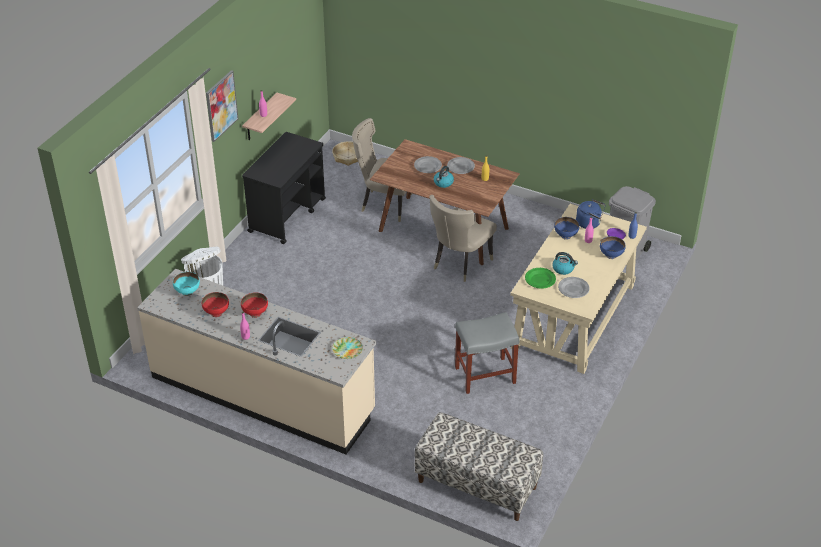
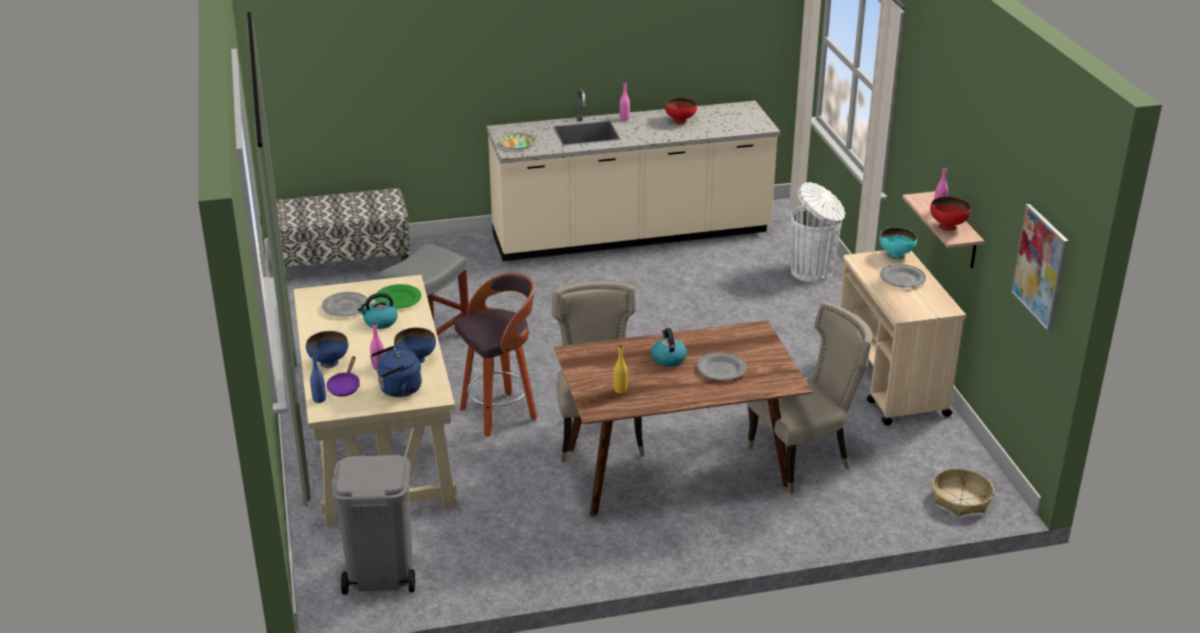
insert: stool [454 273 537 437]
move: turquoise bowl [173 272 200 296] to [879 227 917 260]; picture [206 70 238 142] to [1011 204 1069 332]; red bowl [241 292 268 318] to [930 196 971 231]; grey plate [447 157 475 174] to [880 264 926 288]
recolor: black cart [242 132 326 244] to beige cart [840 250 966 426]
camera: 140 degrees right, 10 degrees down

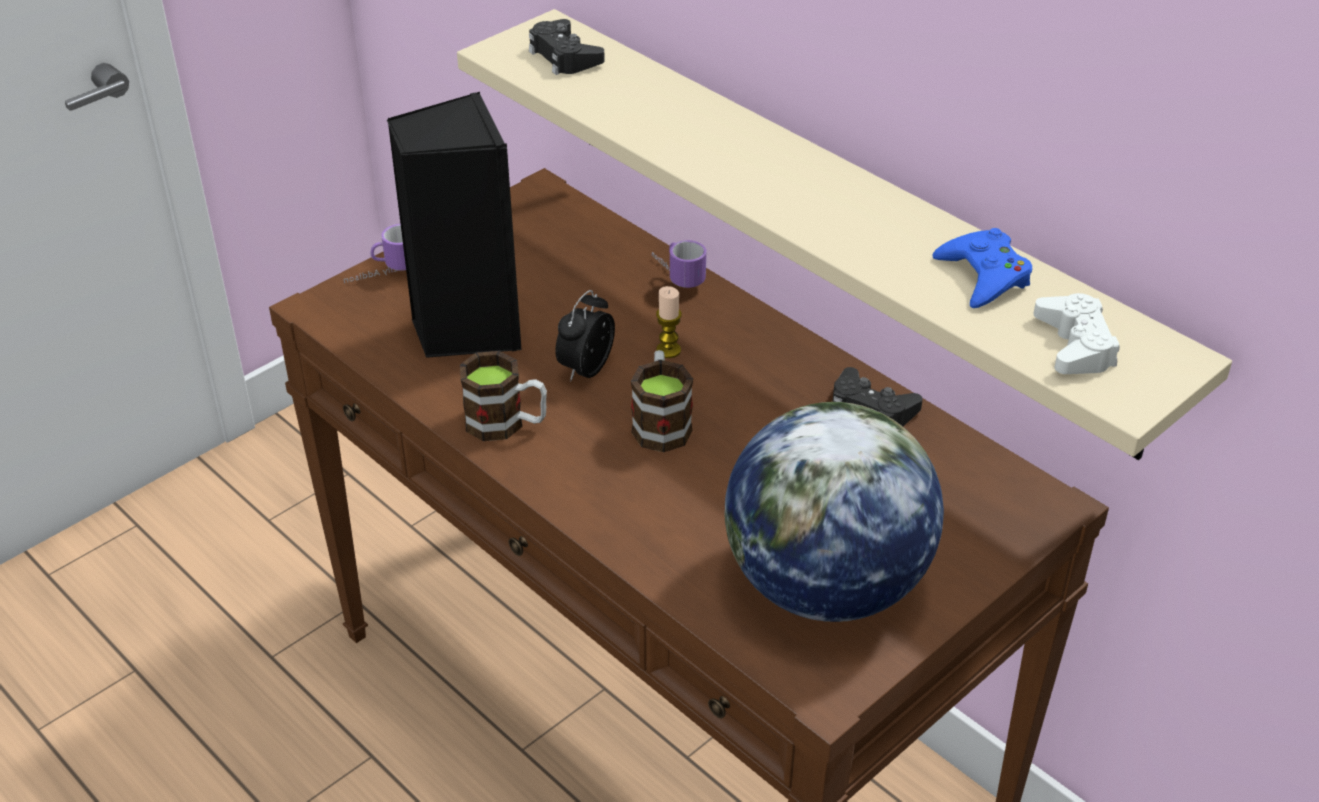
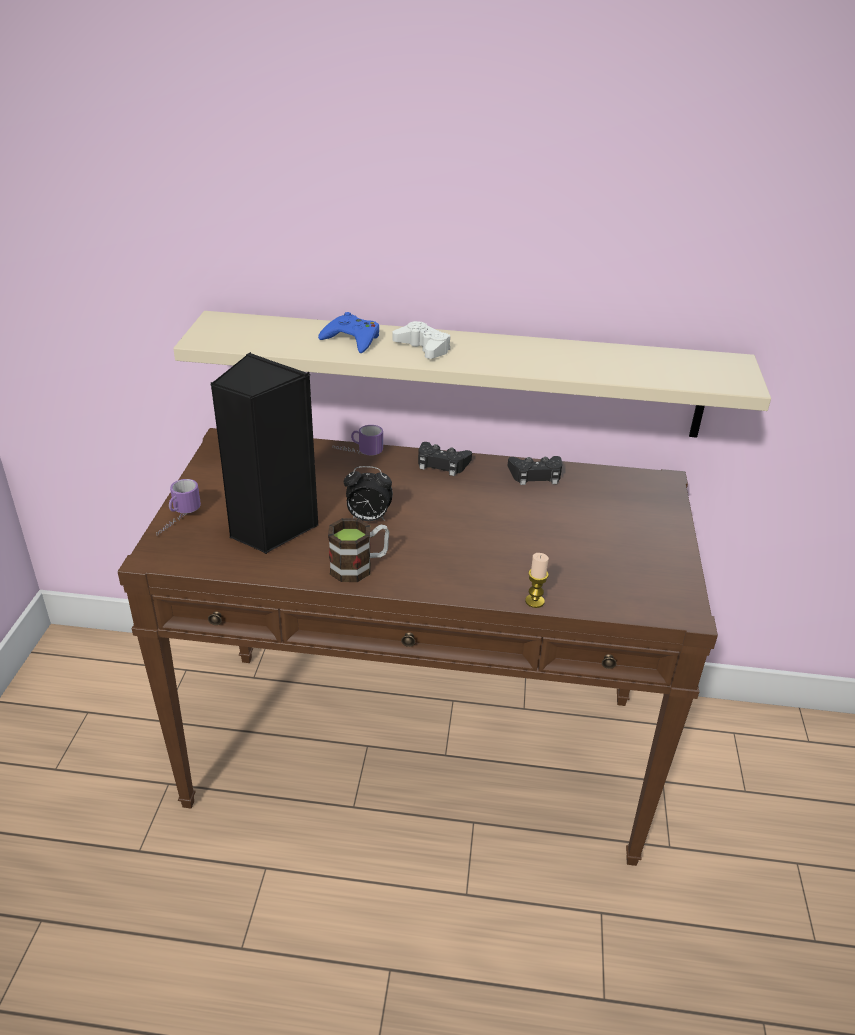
delete: mug [631 350 693 452]; globe [725 402 944 622]
move: black game controller [529 19 605 75] to [418 442 472 476]; candle [656 286 682 358] to [525 553 549 608]; blue game controller [933 228 1032 308] to [318 312 379 353]; white game controller [1033 293 1120 374] to [393 321 450 359]
rotate: alarm clock [555 290 615 382] = [344 466 393 521] 75 degrees counterclockwise
camera: 40 degrees left, 5 degrees down

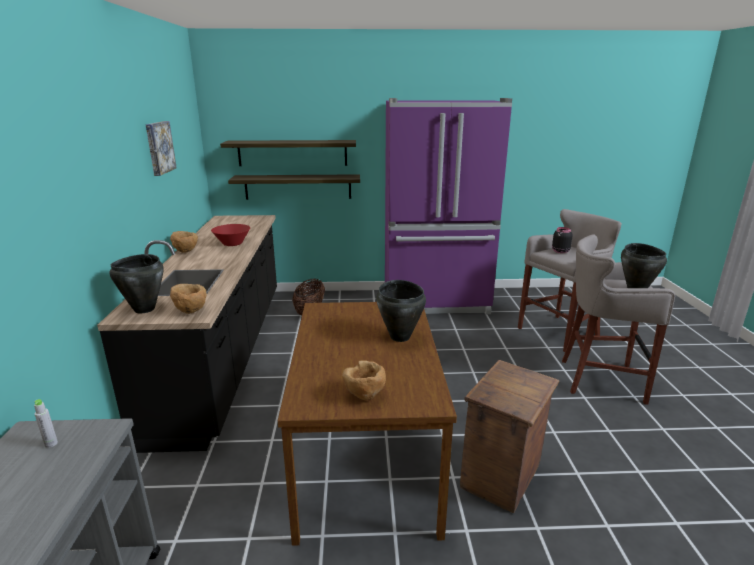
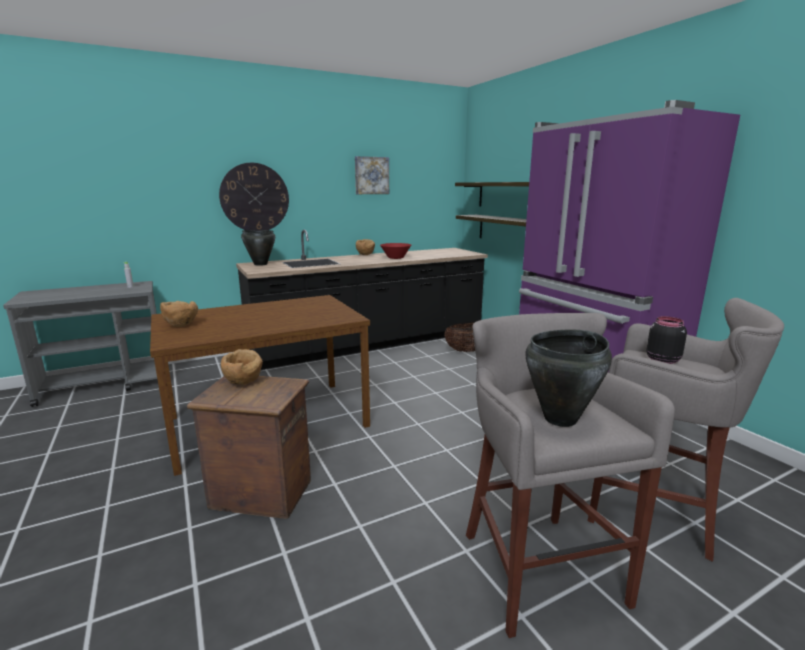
delete: black cooking pot [376 280 426 342]
insert: wall clock [219 163 289 230]
move: brown bowl [170 284 207 314] to [221 349 263 385]
camera: 65 degrees right, 5 degrees down

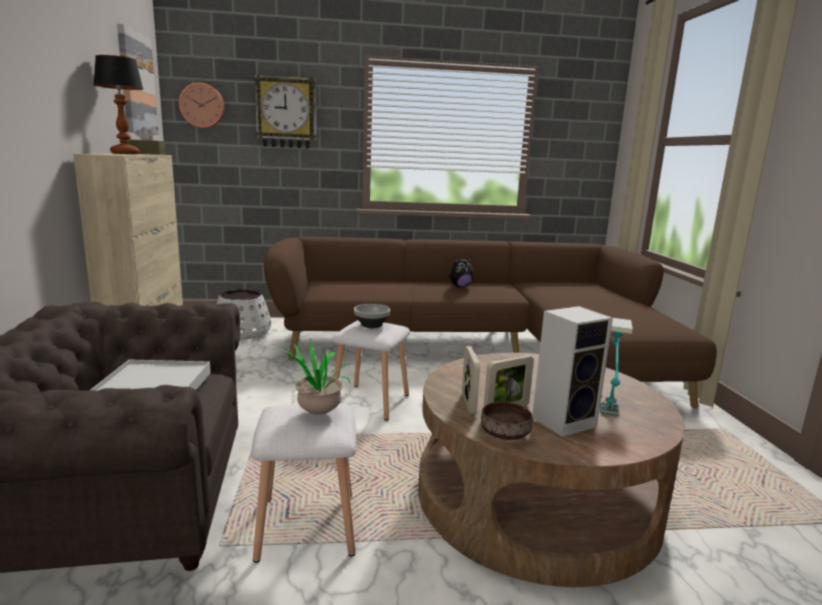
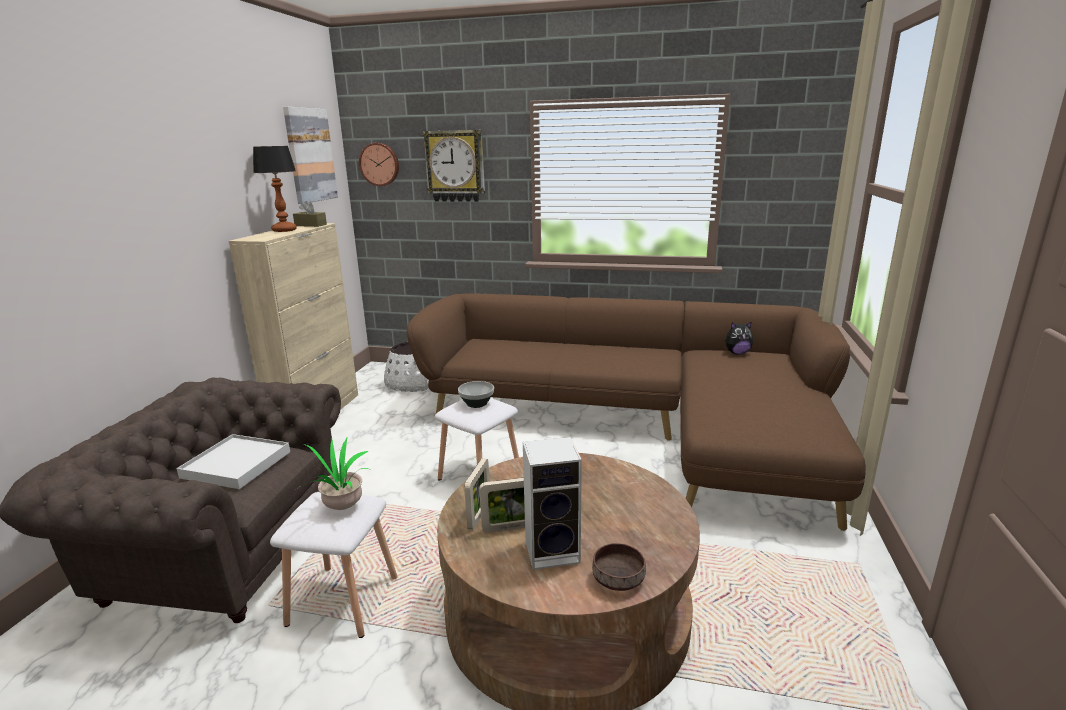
delete: table lamp [600 318 633 416]
move: plush toy [449 257 474 287] to [725 321 753 355]; brown bowl [481 402 533 440] to [592 543 646 591]
camera: 20 degrees right, 5 degrees up

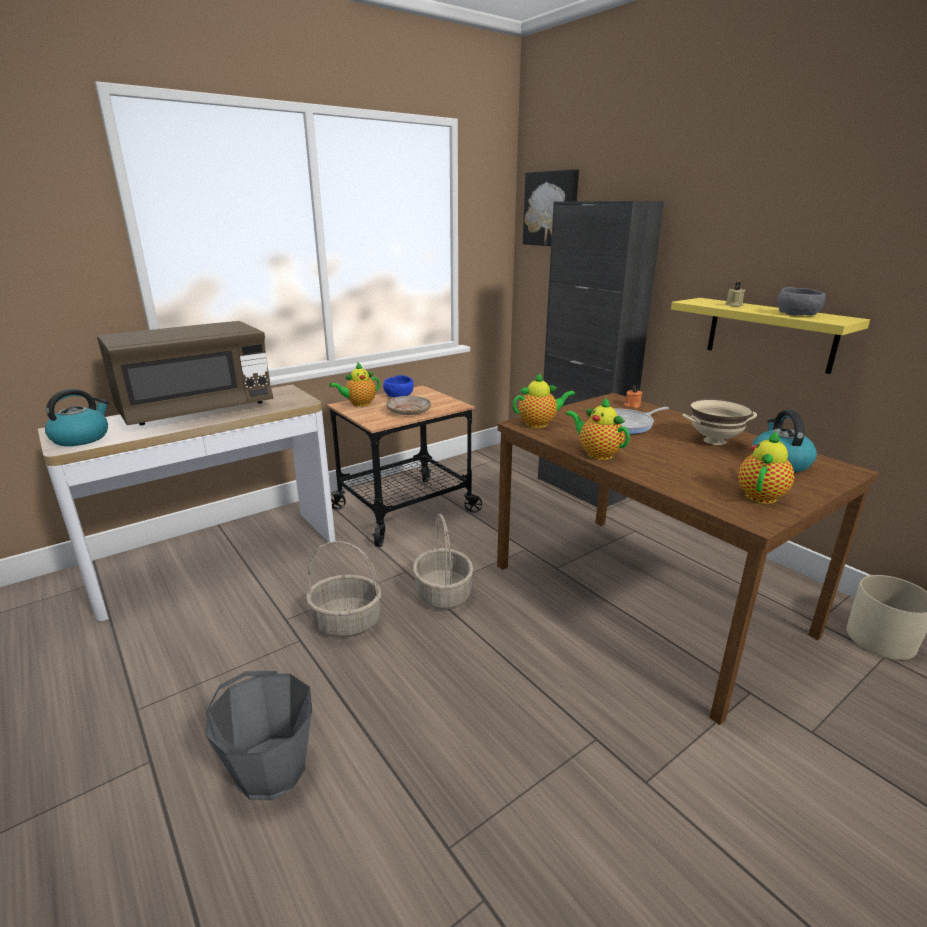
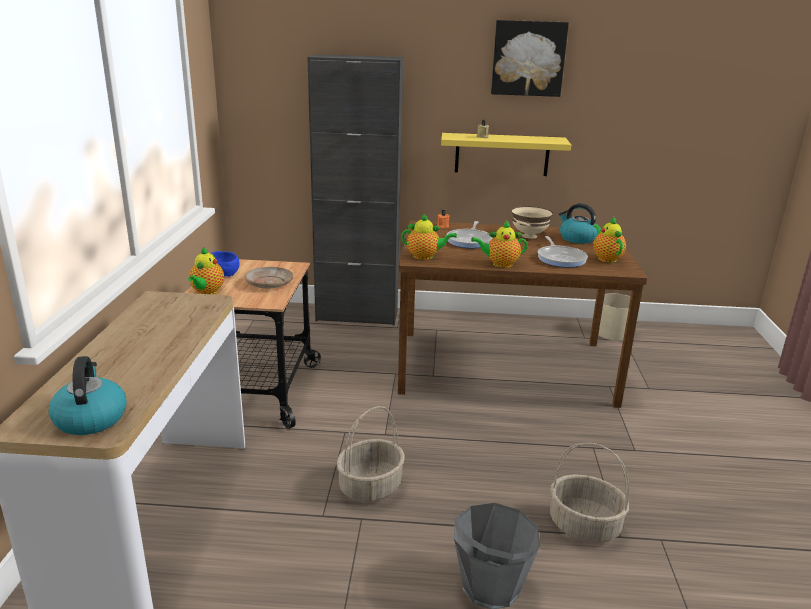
delete: brown microwave [97 321 273 426]; grey bowl [777 287 826 316]
insert: frying pan [538 236 588 268]
move: basket [413 514 473 610] to [550 443 629 543]; picture [523 169 579 246] to [491 20 569 97]
rotate: teapot [512 373 576 428] = [401 213 457 260] 75 degrees clockwise
camera: 50 degrees left, 0 degrees up

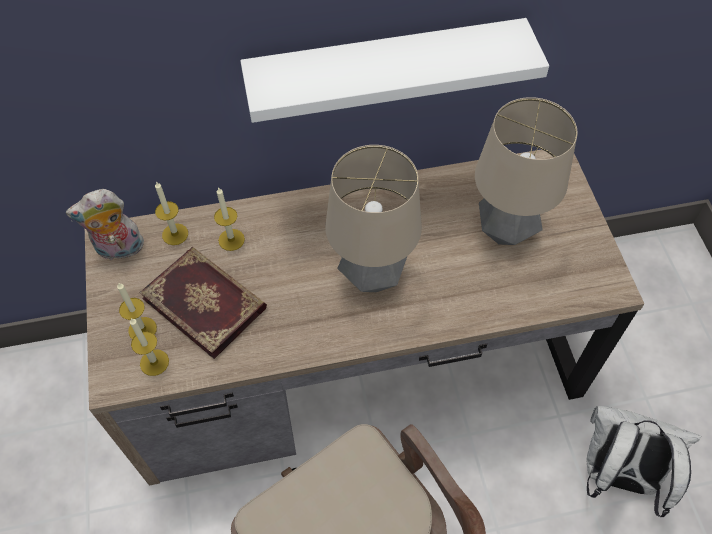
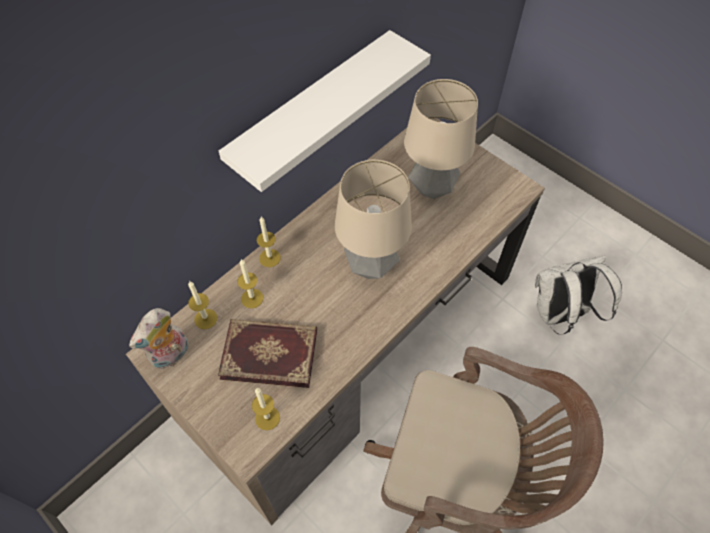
move: candle [117 282 157 339] to [256 217 281 267]
camera: 35 degrees left, 0 degrees up

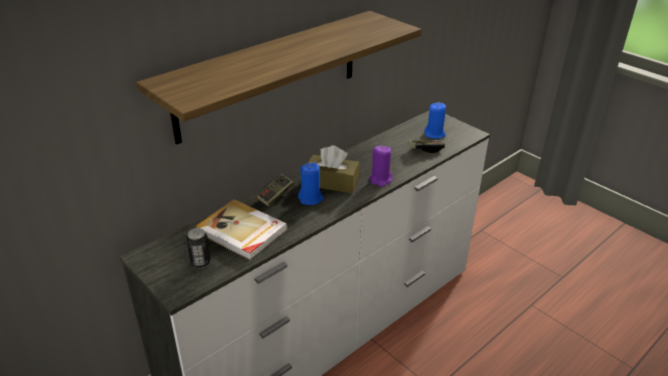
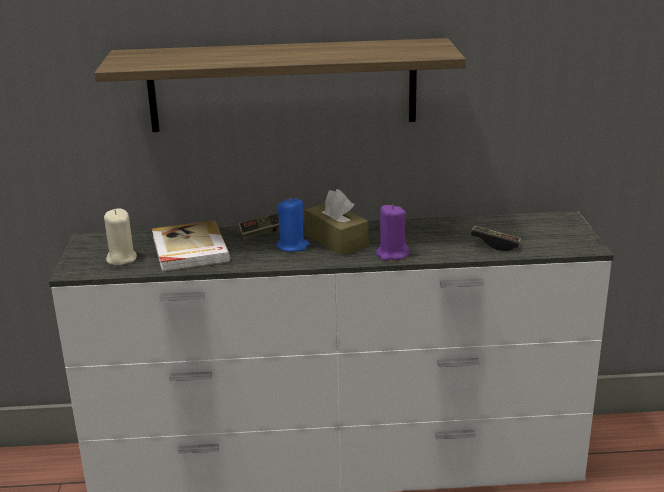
delete: blue candle [424 103 446 139]
replace: can [186 228 211 268] to beige candle [104 209 137 265]
camera: 40 degrees right, 10 degrees down

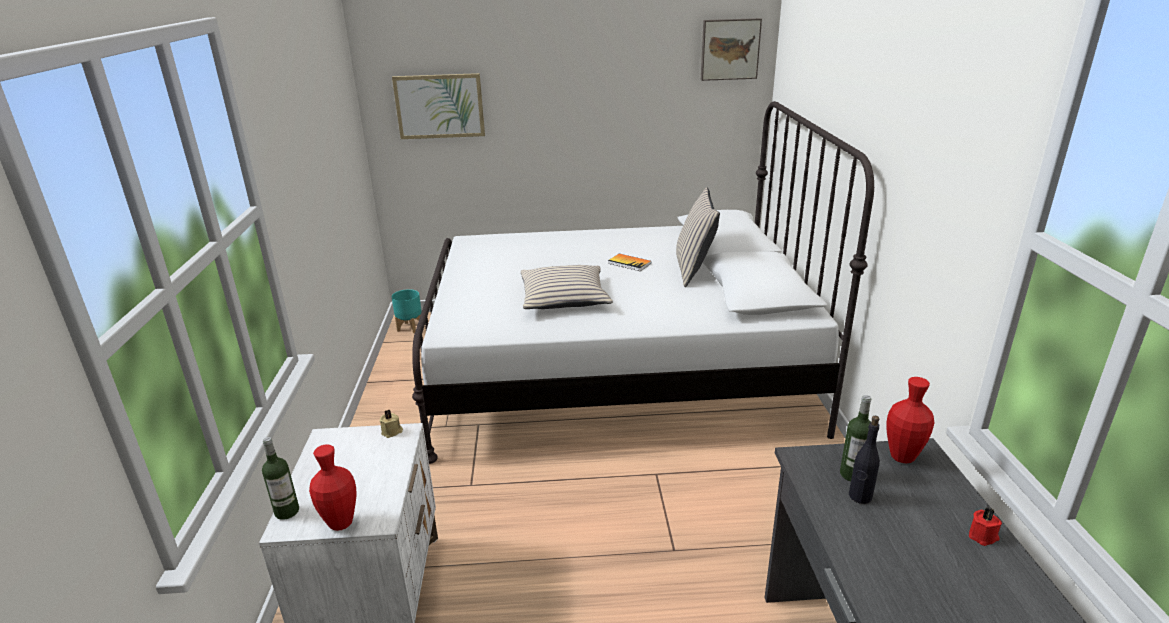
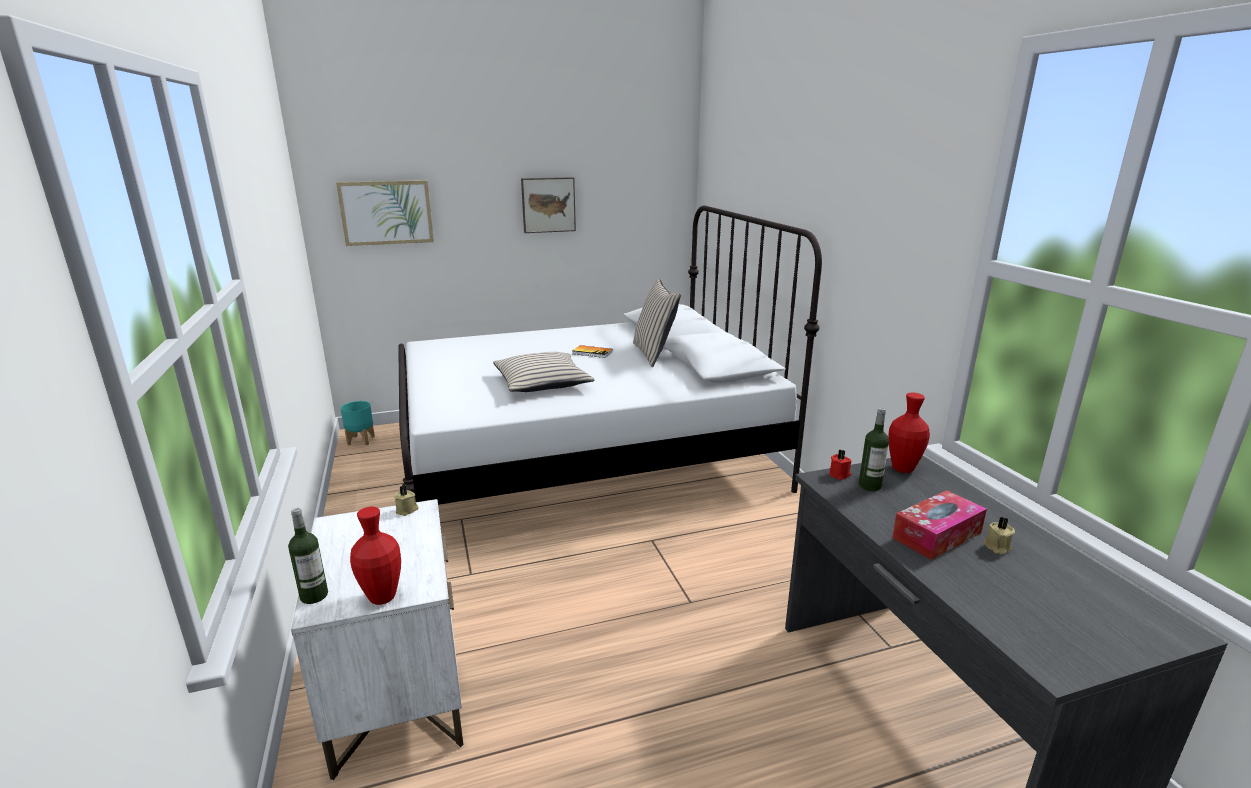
delete: black bottle [849 416 880 504]
insert: tissue box [892 490 987 560]; beige candle [983 517 1015 555]
move: picture [701 18 762 81] to [521 177 576 233]; red candle [969 507 1002 546] to [830 450 852 480]
camera: 15 degrees left, 5 degrees down

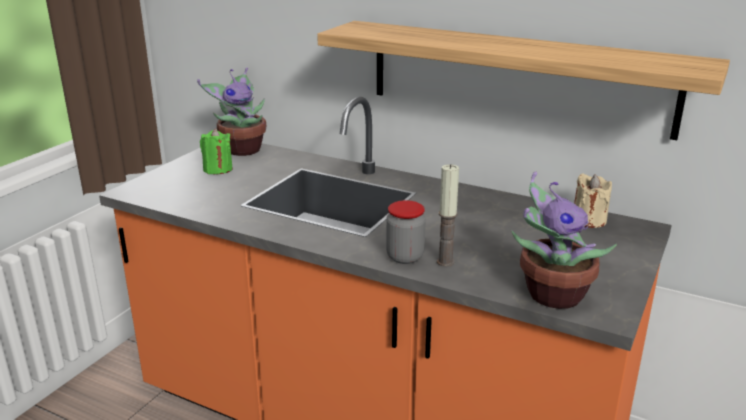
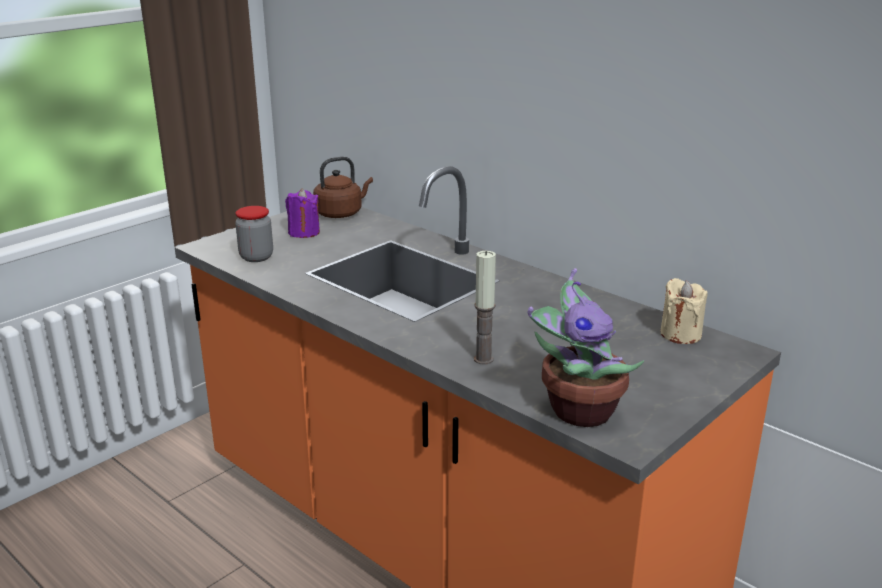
delete: shelf [317 21 730 140]
move: jar [386 200 426 264] to [235 206 273 262]
replace: potted plant [197 67 266 156] to brown kettle [313 157 373 218]
recolor: green candle [200 129 233 174] to purple candle [285 188 320 238]
camera: 15 degrees right, 0 degrees up

